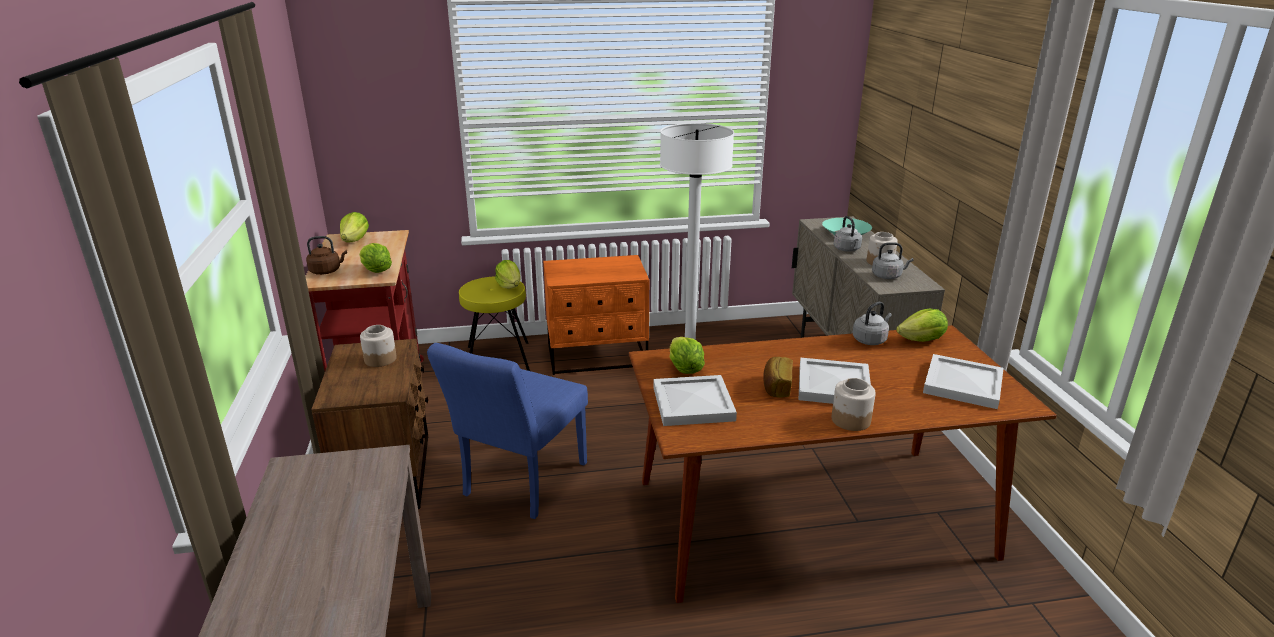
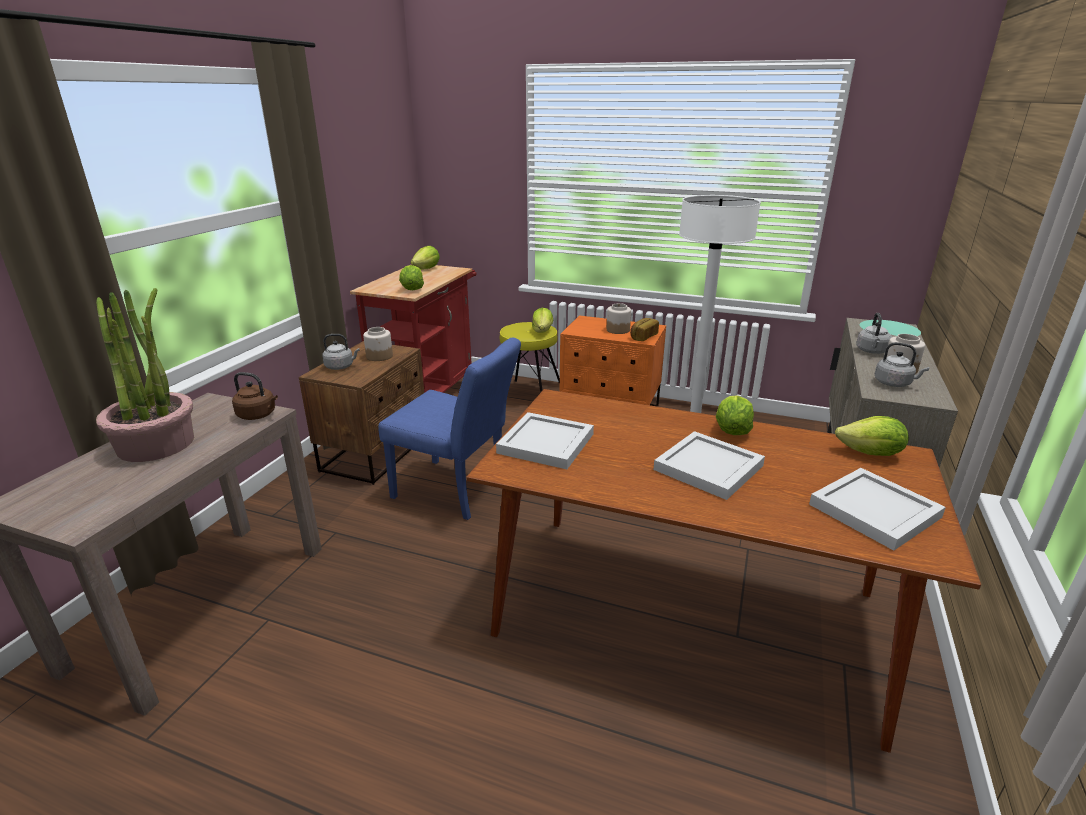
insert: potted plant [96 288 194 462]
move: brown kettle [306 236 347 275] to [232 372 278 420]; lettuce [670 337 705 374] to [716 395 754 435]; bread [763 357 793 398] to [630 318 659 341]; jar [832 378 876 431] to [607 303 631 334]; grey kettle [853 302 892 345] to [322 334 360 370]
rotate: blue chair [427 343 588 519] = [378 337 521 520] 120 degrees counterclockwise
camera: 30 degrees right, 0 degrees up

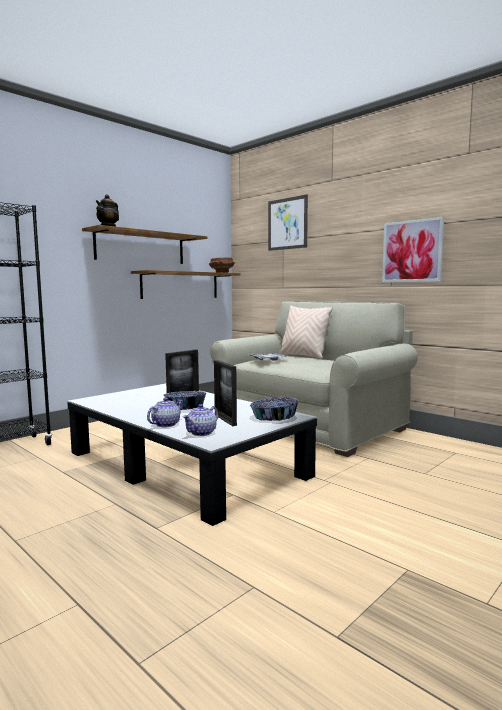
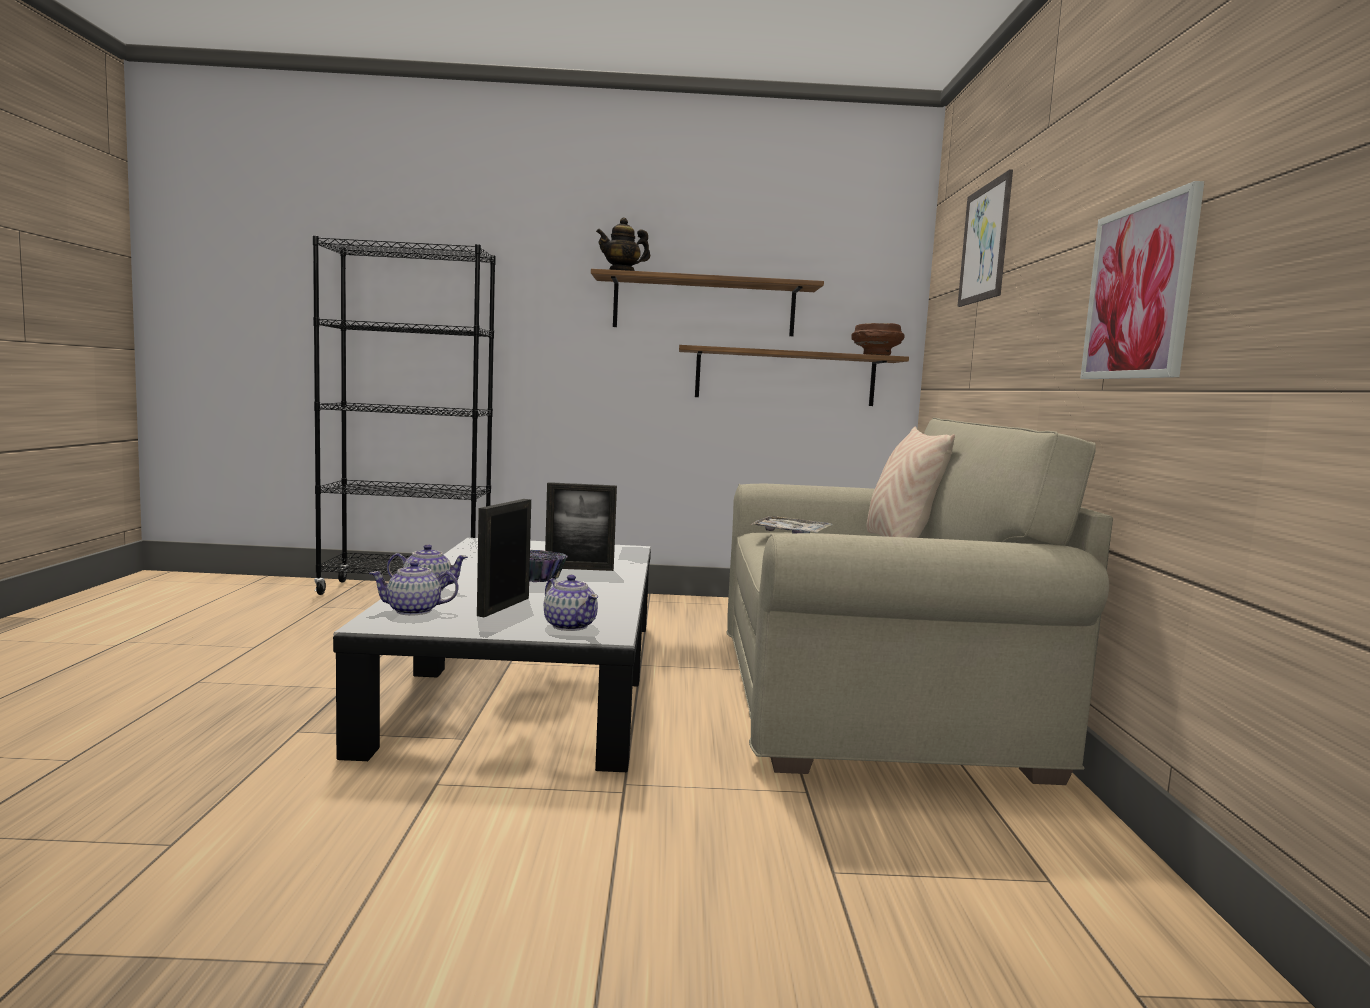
replace: bowl [250 397 299 421] to teapot [544 575 598 631]
camera: 45 degrees right, 0 degrees up

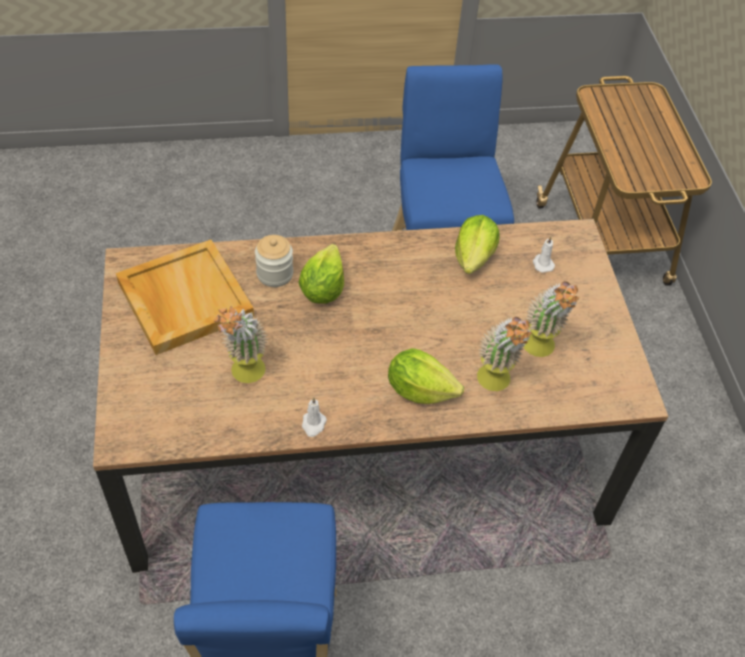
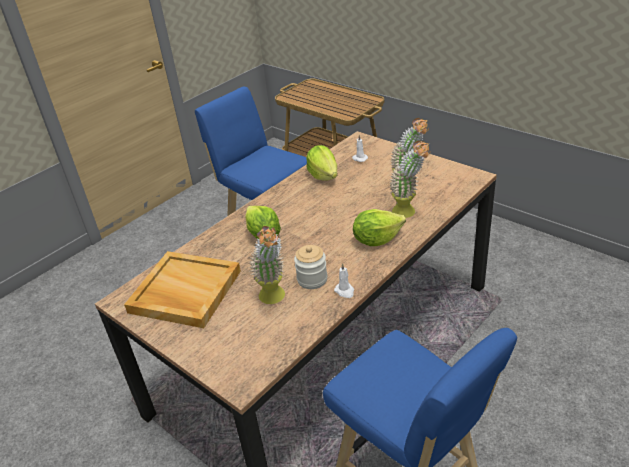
move: jar [255 235 293 287] to [294 245 327 289]
camera: 35 degrees left, 15 degrees down

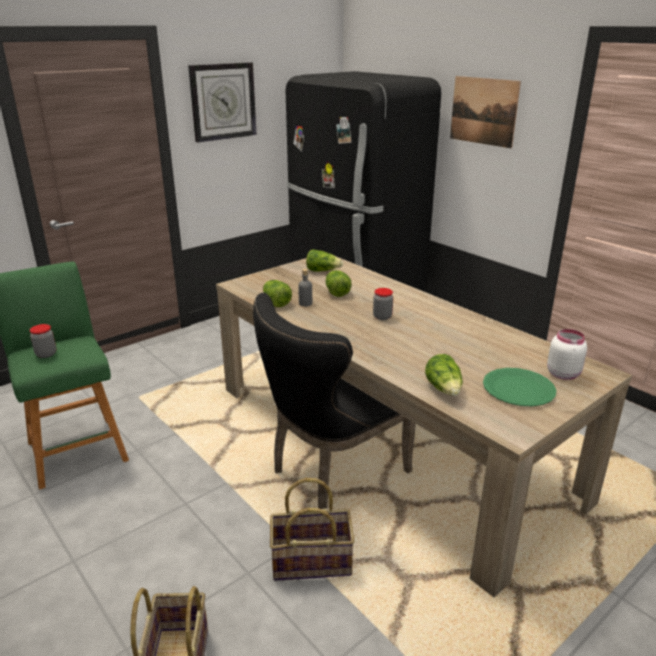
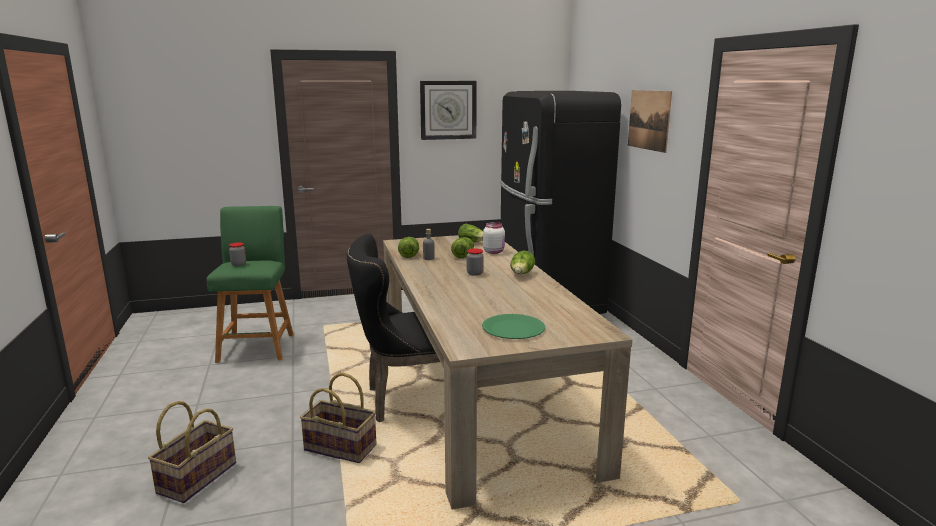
move: lettuce [425 354 463 396] to [510 251 535 274]; white jar [547 329 587 380] to [483 222 505 254]
camera: 25 degrees right, 10 degrees down

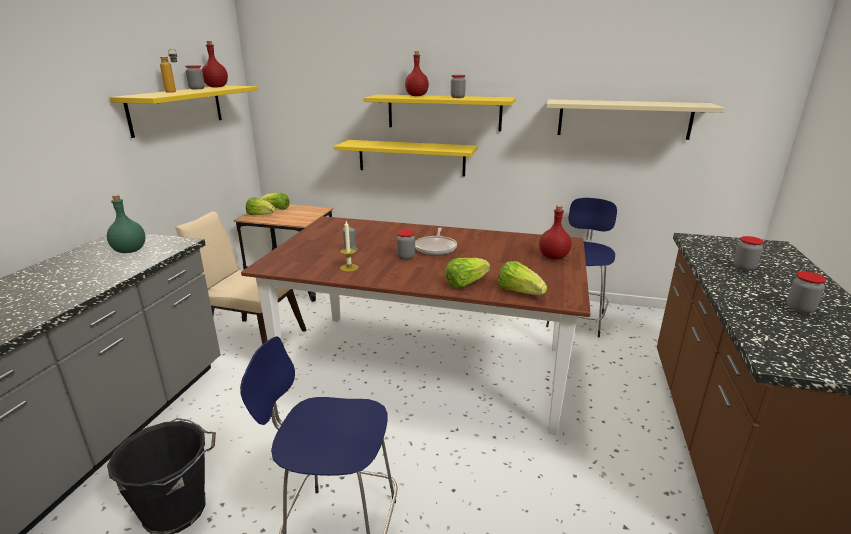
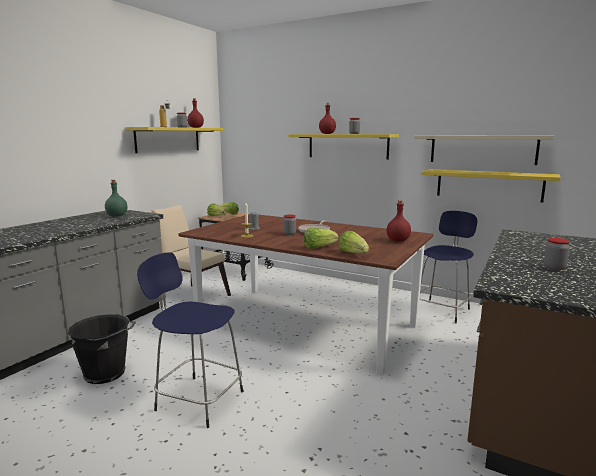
delete: jar [733 236 764 271]
move: yellow shelf [333 140 478 176] to [421 169 561 203]
camera: 15 degrees right, 10 degrees down

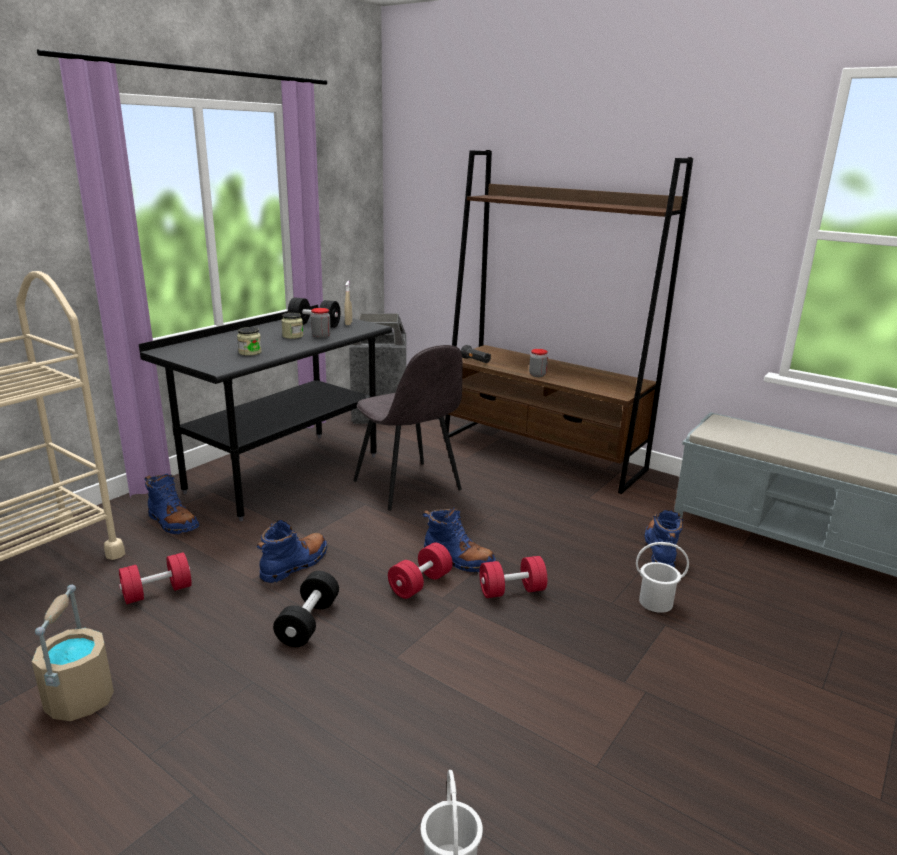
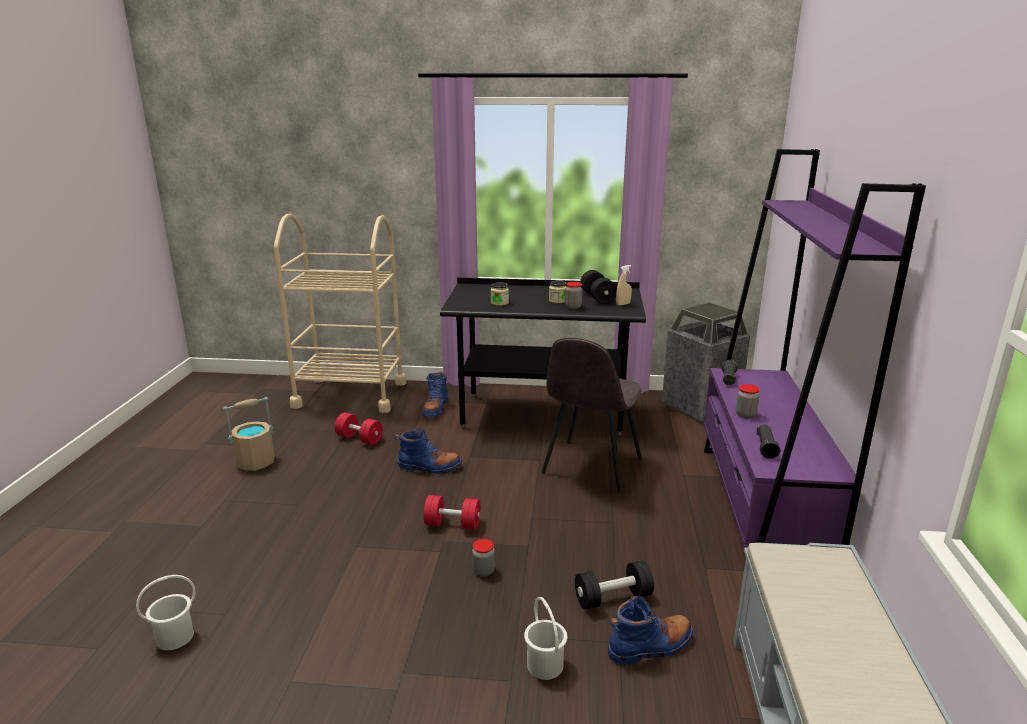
delete: blue boot [422 508 496 572]
insert: black flashlight [756 425 780 459]
move: black dumbbell [273 571 339 647] to [575 560 654 610]
replace: red dumbbell [479 556 547 598] to jar [472 539 495 577]
recolor: brown bookcase [443 150 693 494] to purple bookcase [704 149 926 548]
camera: 60 degrees right, 0 degrees up

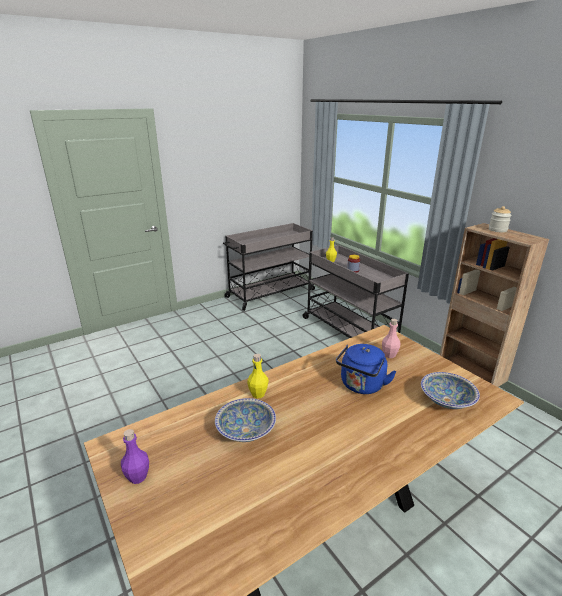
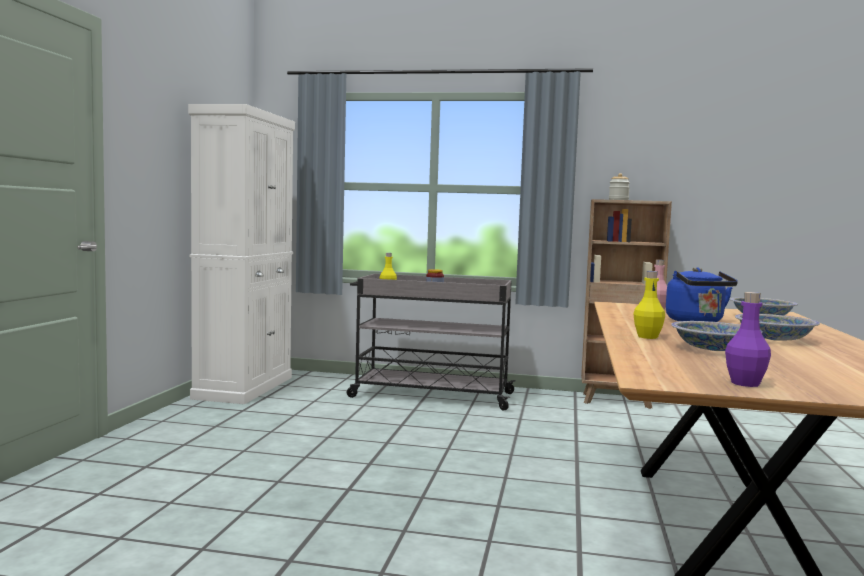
insert: bowl [735 314 820 341]
replace: grey cart [223 223 315 311] to white cabinet [188 104 295 404]
camera: 45 degrees left, 20 degrees down

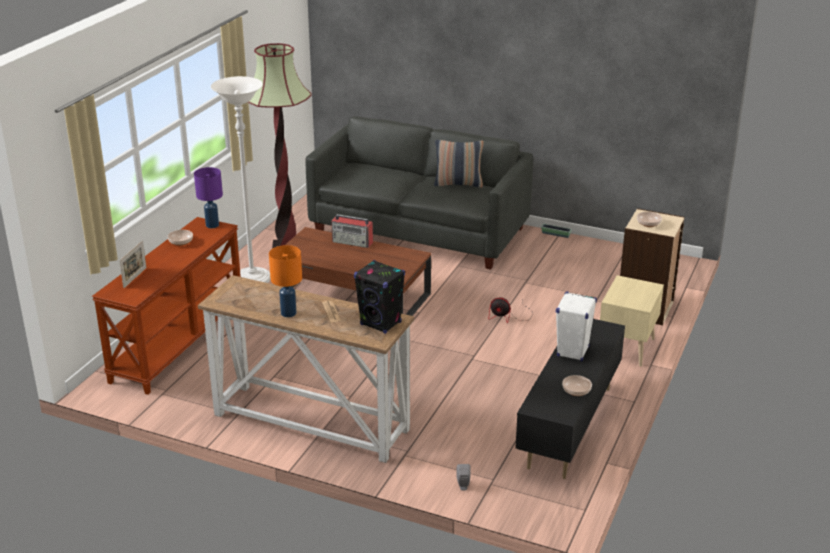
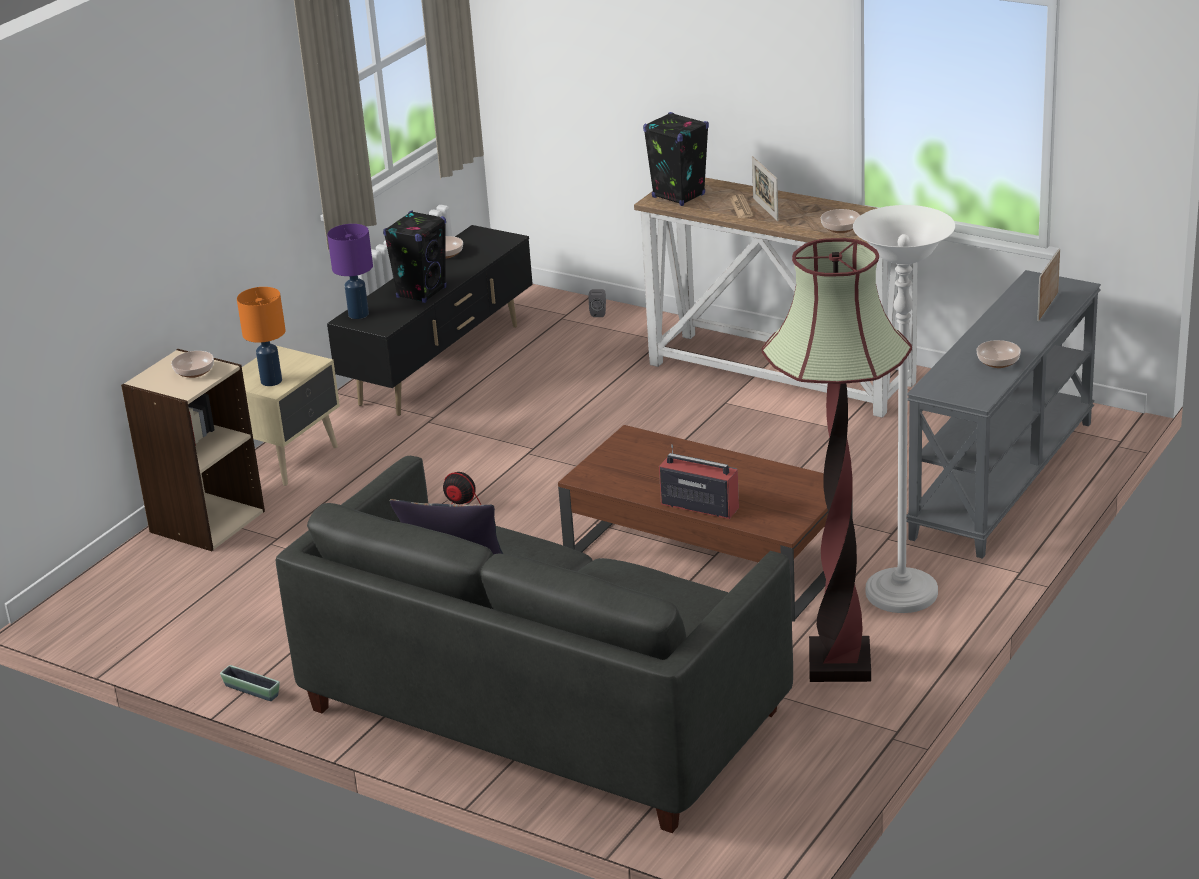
insert: picture frame [752 156 778 221]; bowl [821 209 860 233]
move: purple table lamp [194 167 223 228] to [327 224 373 319]; orange table lamp [269 245 302 317] to [237 287 286 386]
recolor: brown console table [92 217 241 395] to grey console table [907 270 1101 559]; white speaker [556 292 597 362] to black speaker [383 211 447 303]
camera: 170 degrees left, 0 degrees up

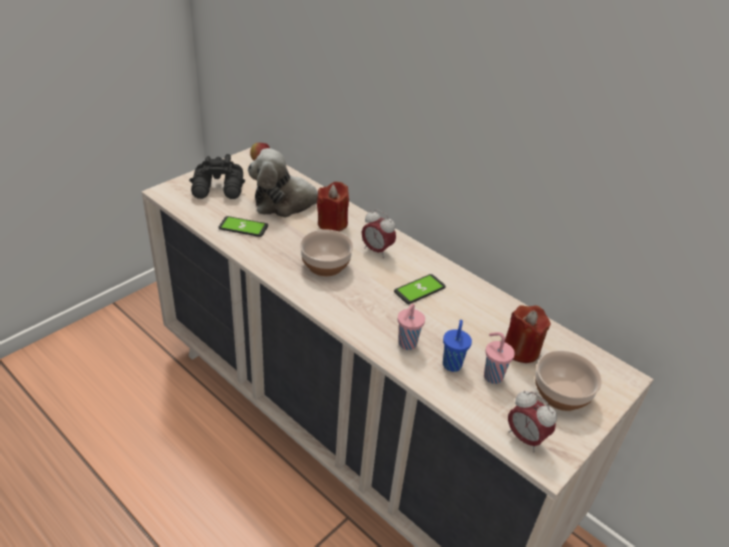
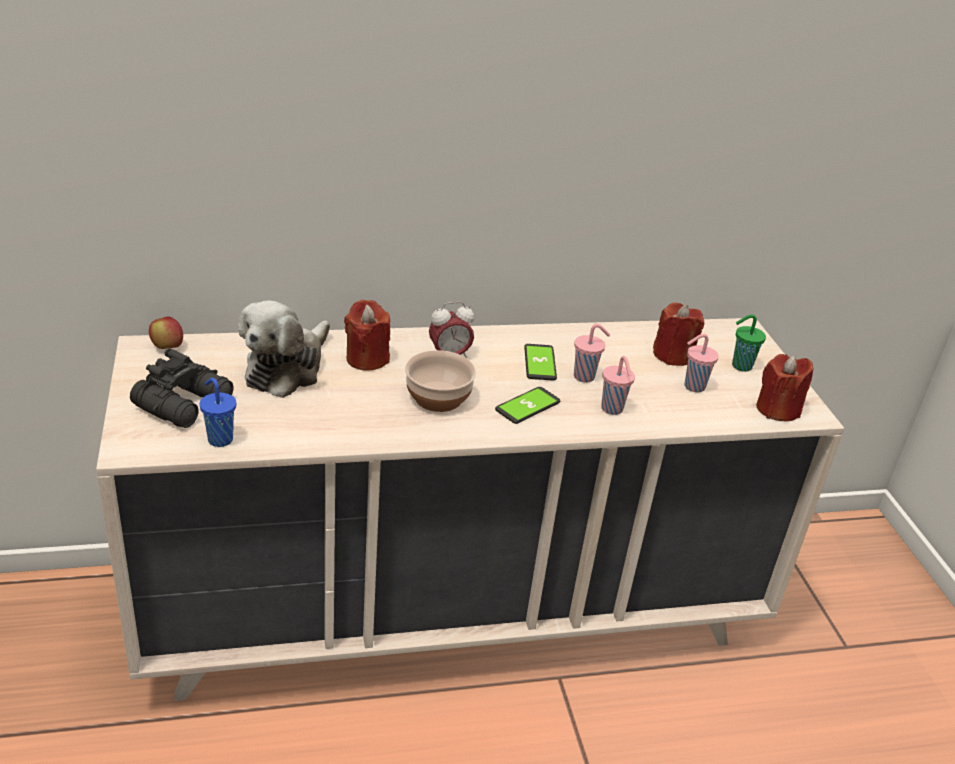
insert: pink cup [574 324 610 383]
move: phone [218 216 268 237] to [495 387 560 424]; blue cup [443 320 472 372] to [200 378 236 447]
replace: alarm clock [508 390 557 452] to red candle [756 354 813 422]; bowl [535 351 602 411] to green cup [732 314 766 372]
camera: 55 degrees left, 5 degrees down

